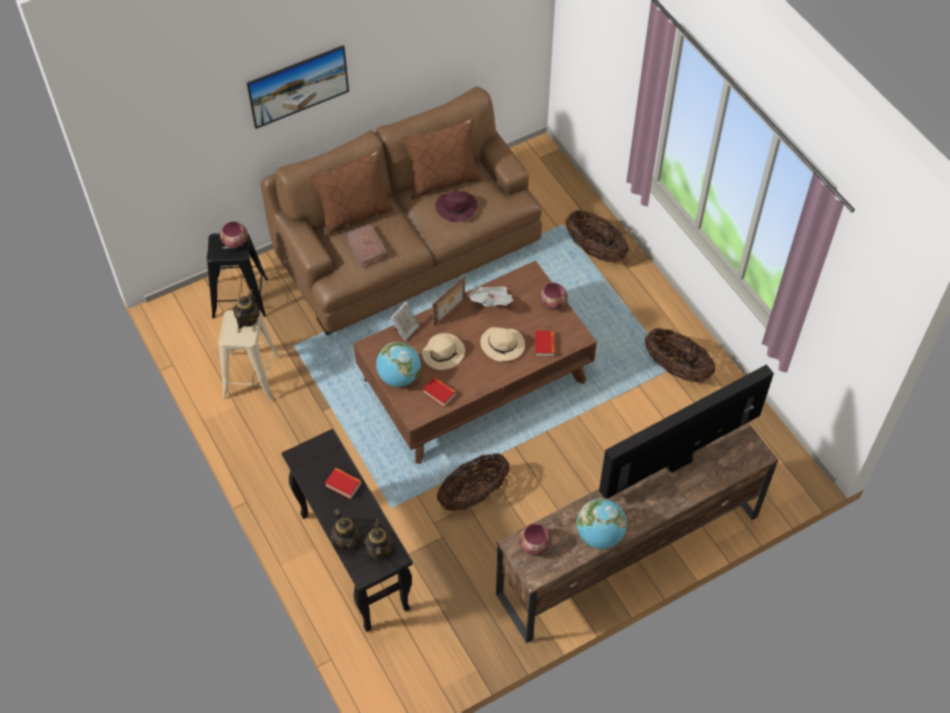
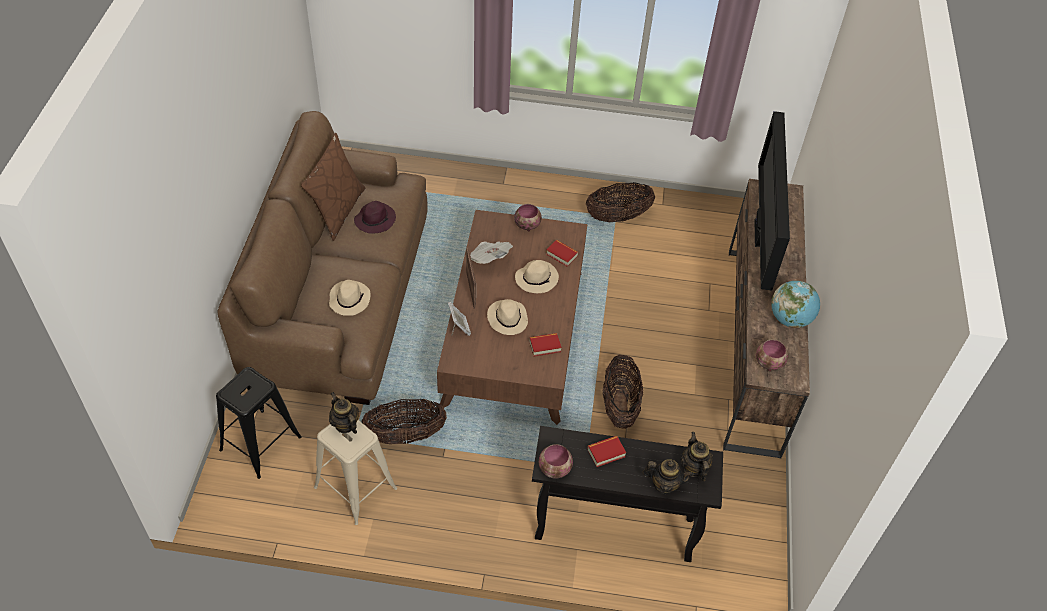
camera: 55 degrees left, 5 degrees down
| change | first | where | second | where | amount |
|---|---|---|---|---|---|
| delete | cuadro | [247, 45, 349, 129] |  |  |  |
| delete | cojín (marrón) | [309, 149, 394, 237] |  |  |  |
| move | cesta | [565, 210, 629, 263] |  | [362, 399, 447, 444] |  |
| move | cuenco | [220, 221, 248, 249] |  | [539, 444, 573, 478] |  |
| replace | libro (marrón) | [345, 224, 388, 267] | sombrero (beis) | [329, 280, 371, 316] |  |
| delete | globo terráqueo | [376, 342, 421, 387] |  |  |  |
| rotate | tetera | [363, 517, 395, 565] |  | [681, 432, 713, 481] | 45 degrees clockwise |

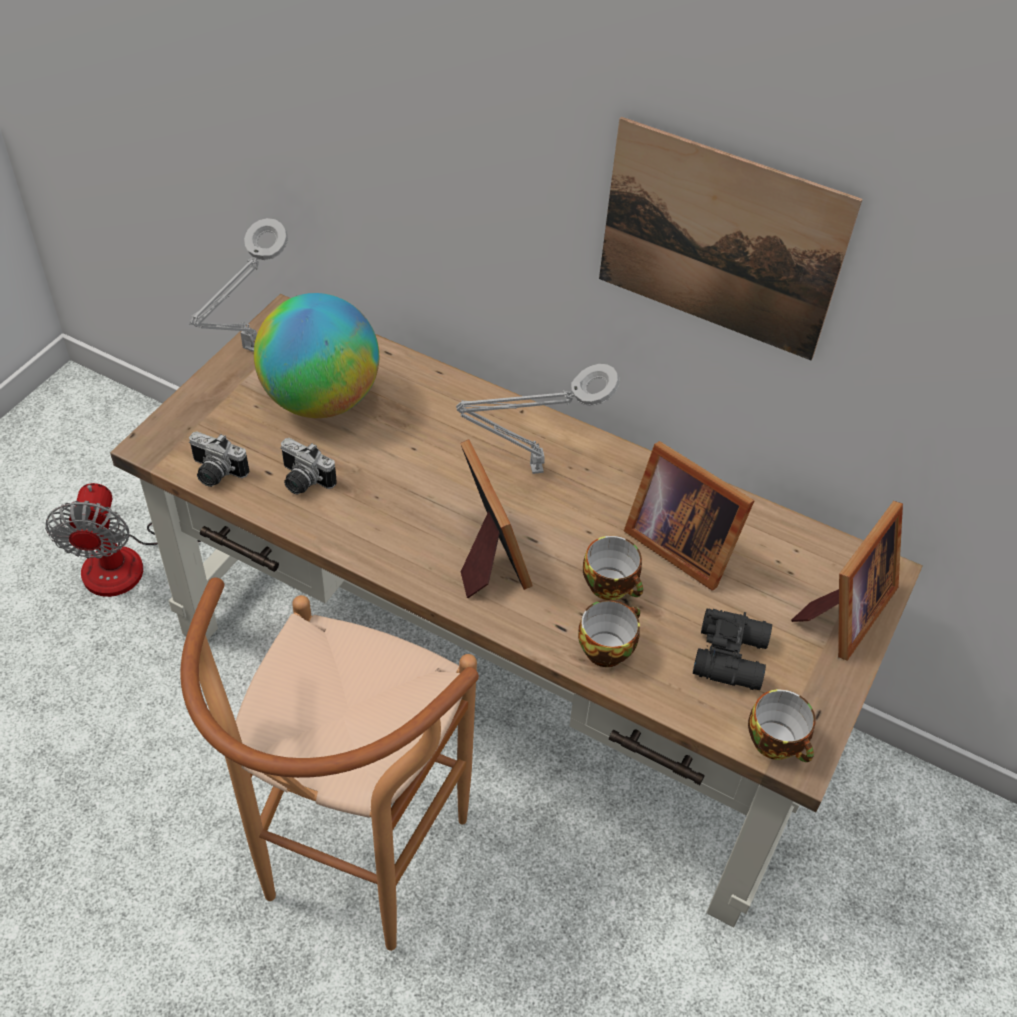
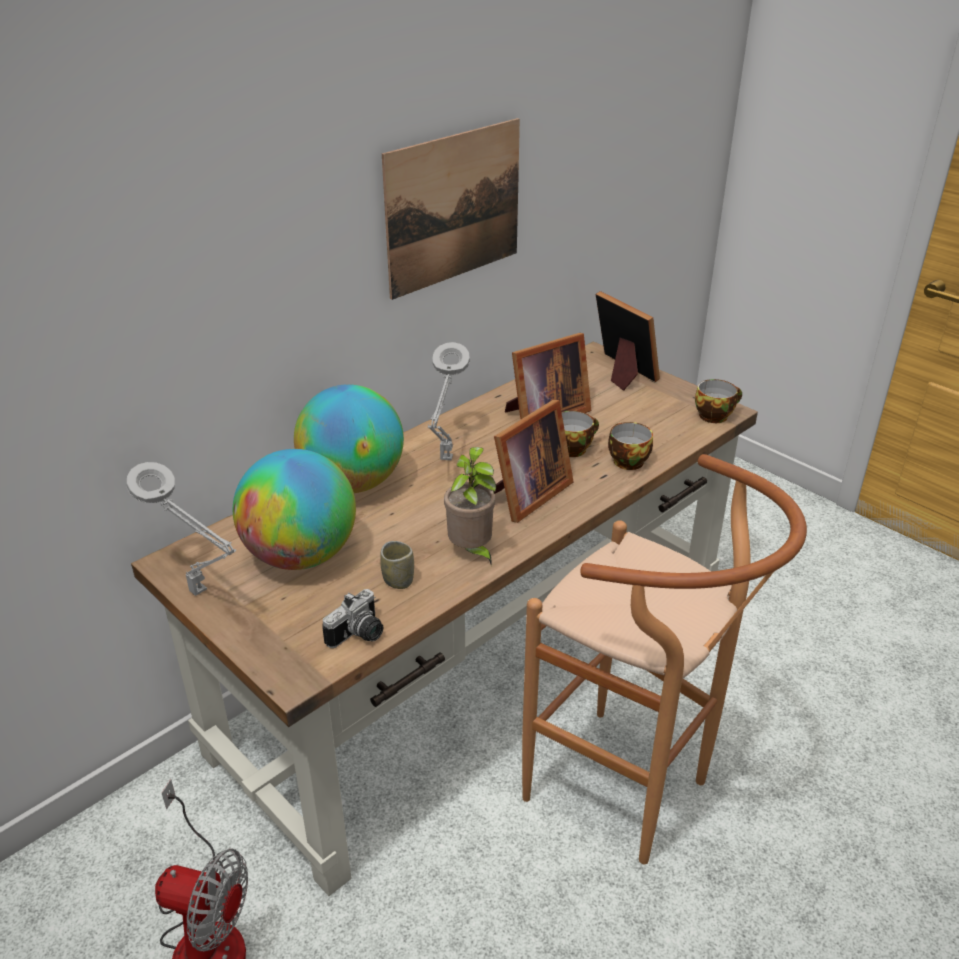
camera: 70 degrees left, 15 degrees down
| change | first | where | second | where | amount |
|---|---|---|---|---|---|
| replace | cámara | [280, 438, 337, 494] | taza | [380, 541, 414, 589] |  |
| rotate | portarretratos | [460, 439, 533, 598] |  | [494, 399, 574, 523] | 135 degrees clockwise |
| delete | prismáticos (negro) | [693, 609, 772, 690] |  |  |  |
| insert |  |  | globo terráqueo | [294, 384, 404, 493] |  |
| insert |  |  | planta en maceta | [444, 447, 496, 564] |  |

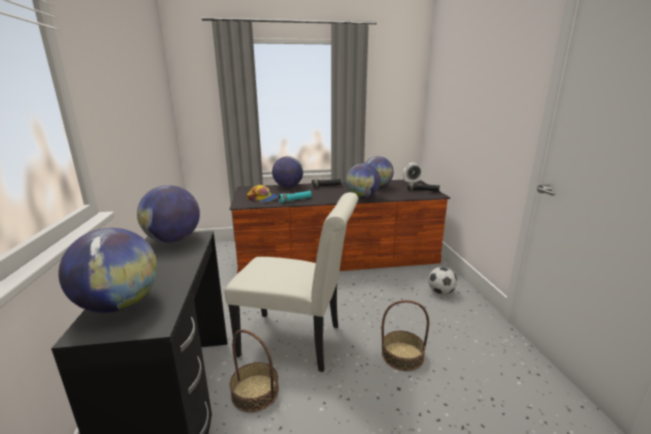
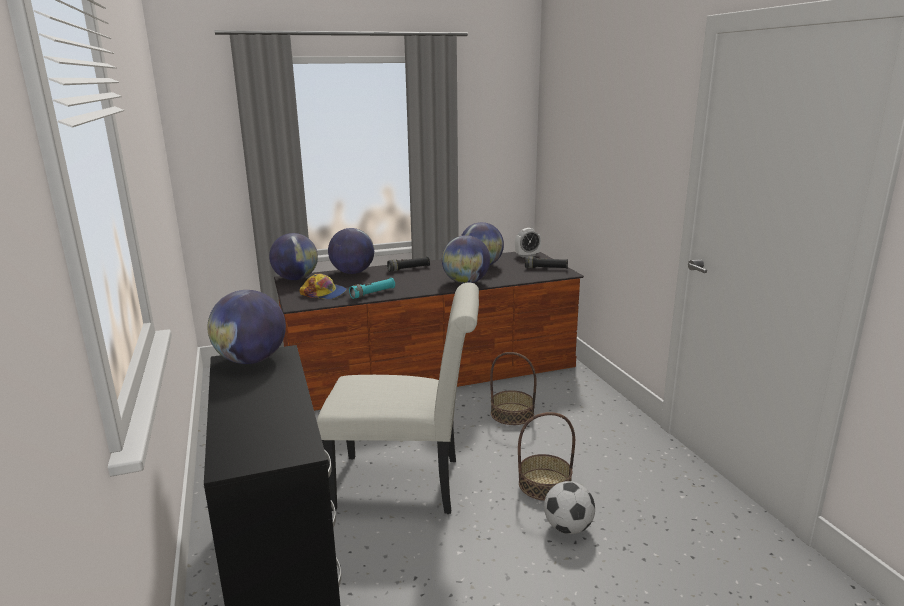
camera: 10 degrees left, 0 degrees up
| change | first | where | second | where | amount |
|---|---|---|---|---|---|
| move | globo terráqueo | [58, 228, 157, 313] |  | [269, 233, 318, 280] |  |
| move | balón de fútbol | [428, 267, 457, 295] |  | [544, 481, 595, 534] |  |
| move | cesta | [230, 330, 279, 412] |  | [490, 352, 537, 425] |  |

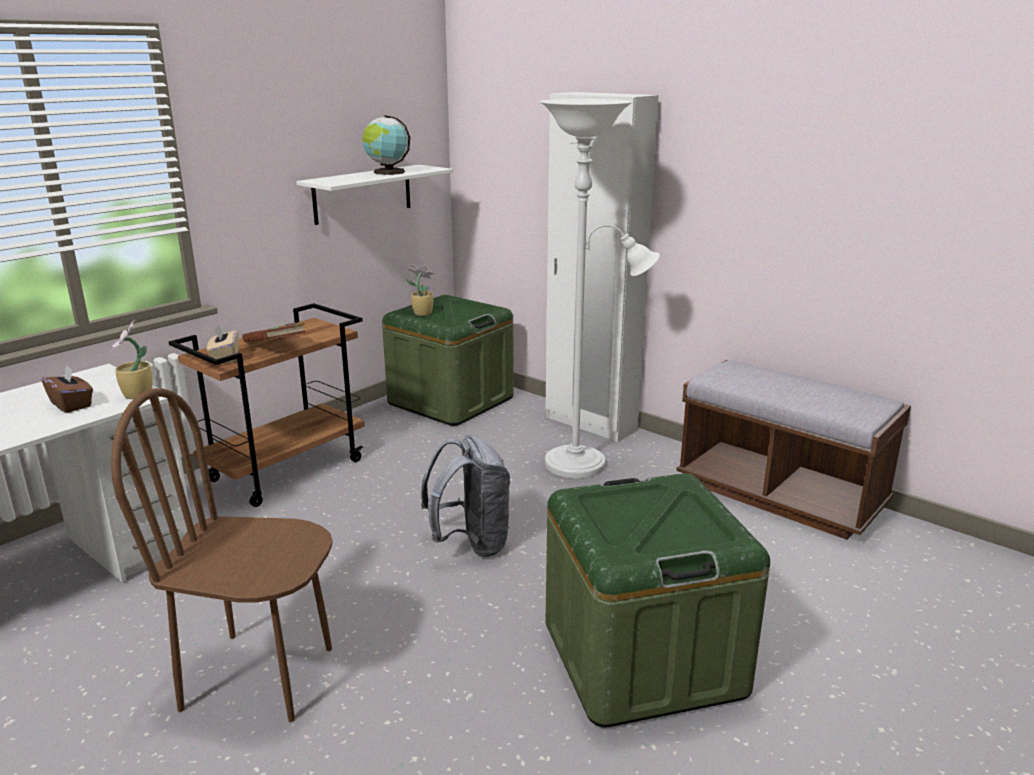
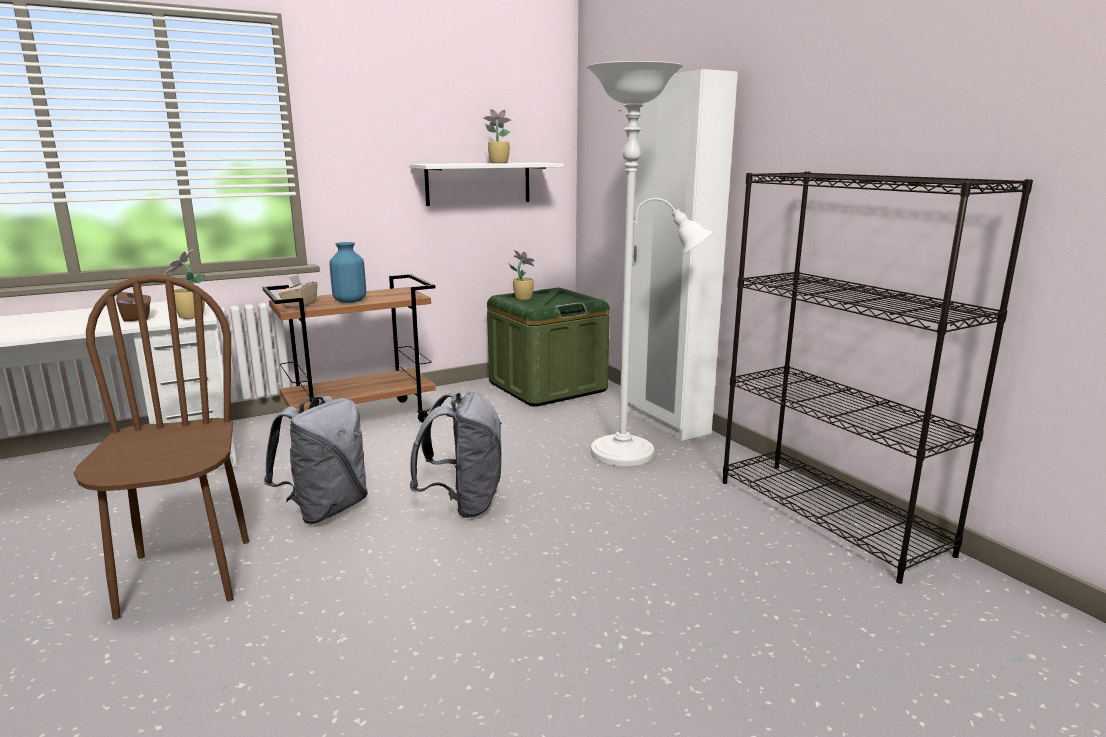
camera: 20 degrees right, 5 degrees down
| change | first | where | second | where | amount |
|---|---|---|---|---|---|
| replace | globo terráqueo | [363, 115, 410, 175] | planta en maceta | [483, 109, 511, 163] |  |
| replace | libro (marrón) | [242, 323, 305, 342] | florero (azul) | [329, 242, 366, 303] |  |
| replace | banco (marrón) | [676, 360, 911, 540] | estantería (negro) | [723, 171, 1033, 584] |  |
| rotate | silla (marrón) | [111, 388, 333, 722] |  | [74, 274, 249, 620] | 45 degrees clockwise |
| delete | caja de almacenaje (verde) | [546, 473, 770, 728] |  |  |  |
| insert |  |  | mochila (gris) | [264, 396, 368, 524] |  |

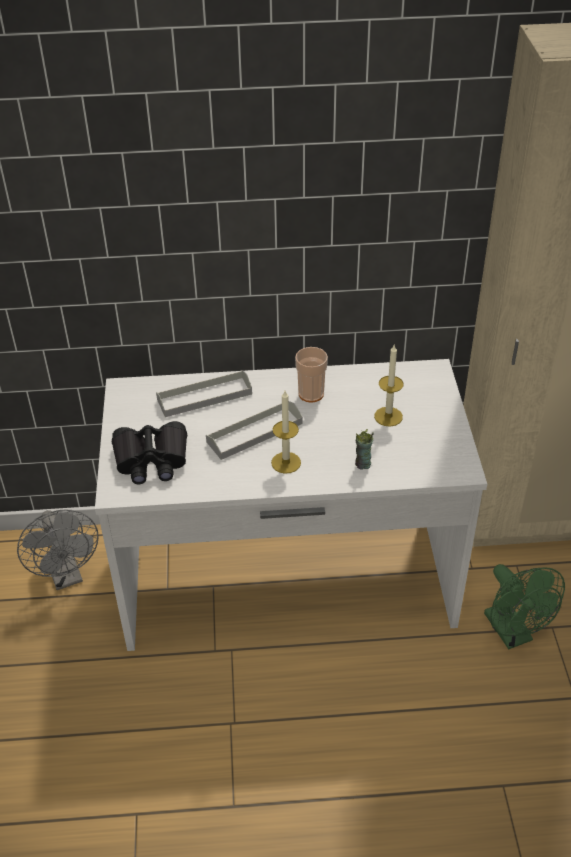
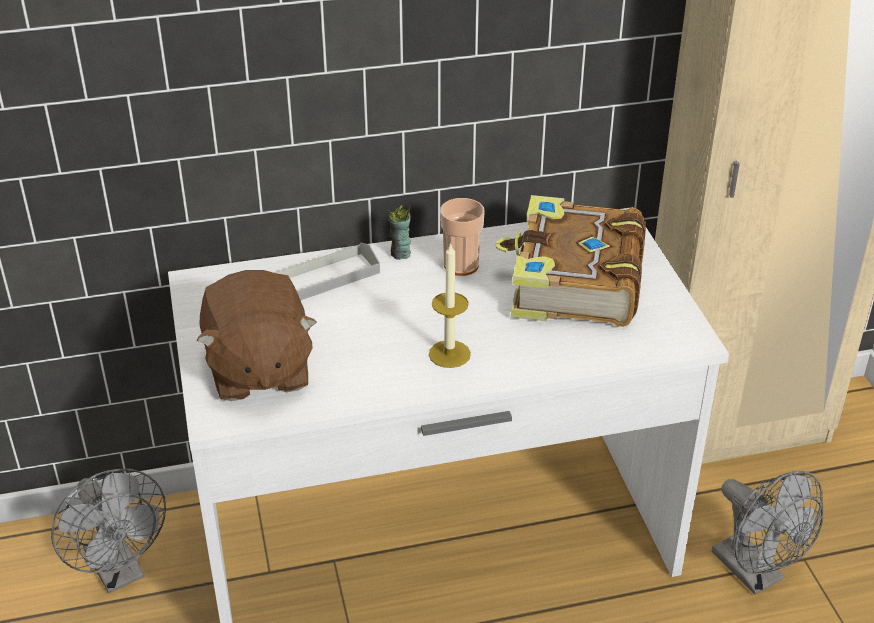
camera: 10 degrees left, 5 degrees down
| change | first | where | second | where | amount |
|---|---|---|---|---|---|
| replace | vela | [374, 345, 404, 427] | libro | [495, 195, 646, 327] |  |
| delete | bandeja (gris) | [206, 401, 303, 460] |  |  |  |
| replace | prismáticos (negro) | [112, 421, 187, 484] | peluche (marrón) | [197, 270, 317, 401] |  |
| move | taza | [355, 429, 374, 470] |  | [389, 205, 411, 260] |  |
| recolor | ventilador (verde) | [484, 564, 565, 649] | ventilador (gris) | [712, 471, 824, 595] |  |

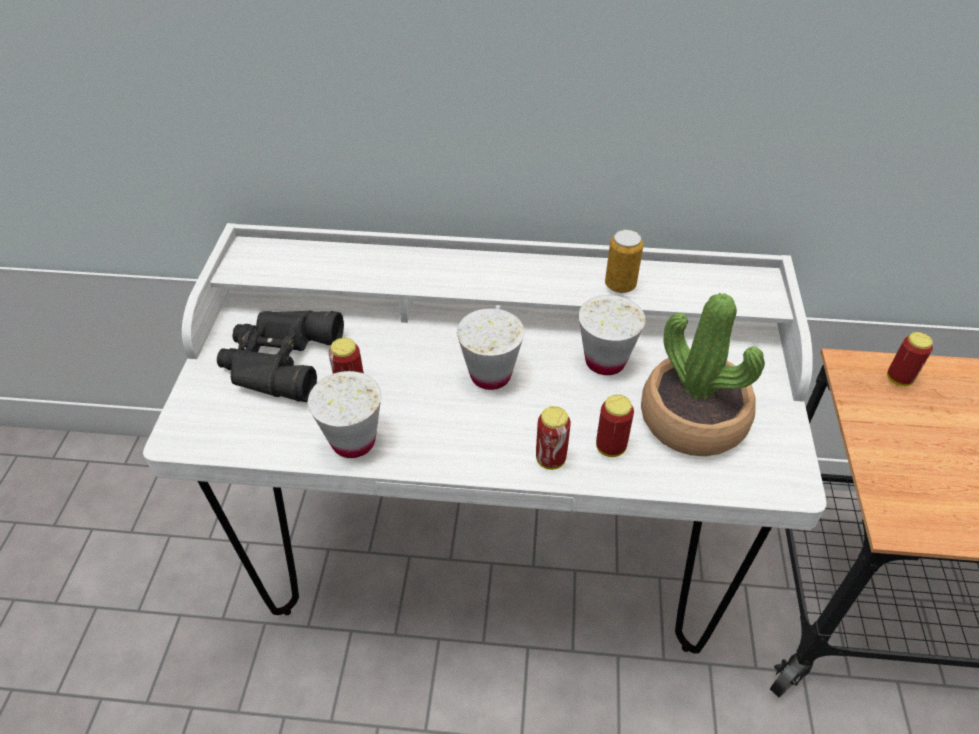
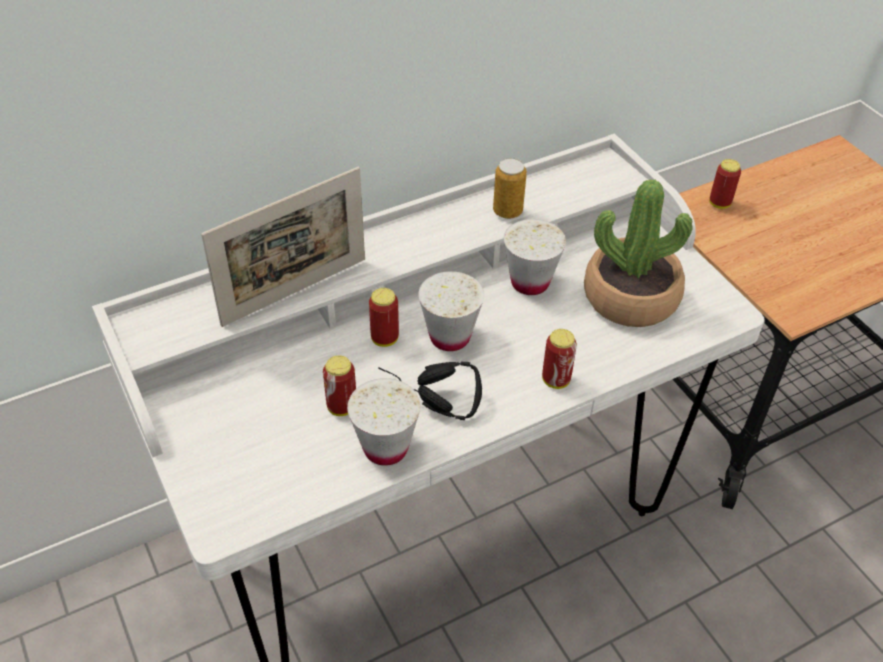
camera: 35 degrees left, 0 degrees up
| change | first | where | second | where | amount |
|---|---|---|---|---|---|
| delete | prismáticos (negro) | [217, 310, 344, 402] |  |  |  |
| move | lata | [596, 394, 634, 457] |  | [369, 288, 399, 347] |  |
| insert |  |  | portarretratos | [201, 167, 365, 327] |  |
| insert |  |  | auriculares (negro) | [379, 362, 482, 420] |  |

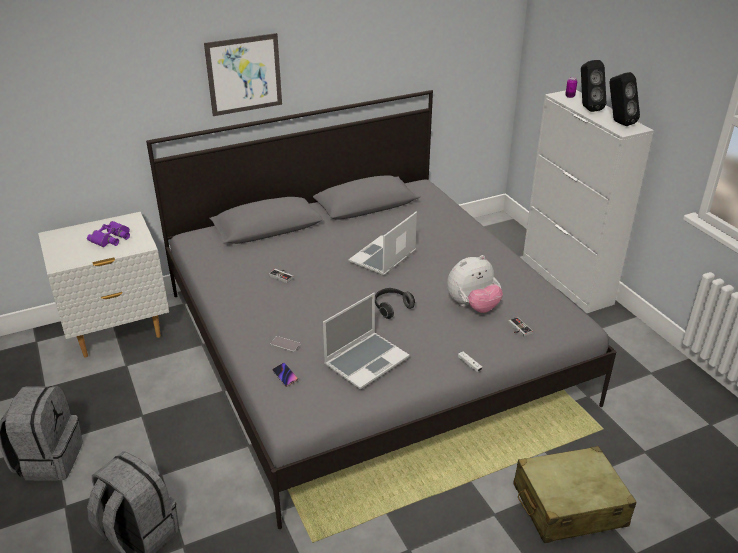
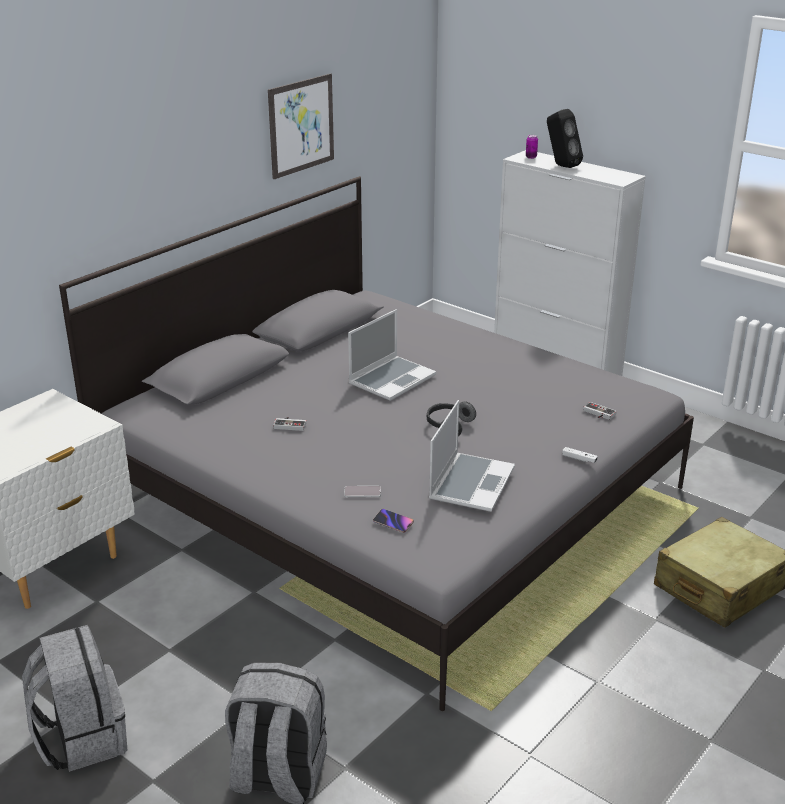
camera: 25 degrees left, 5 degrees down
| change | first | where | second | where | amount |
|---|---|---|---|---|---|
| move | cuadro | [204, 33, 282, 116] |  | [268, 73, 334, 179] |  |
| delete | altavoz (negro) | [610, 72, 640, 126] |  |  |  |
| rotate | portátil | [348, 212, 417, 275] |  | [348, 309, 436, 401] | 150 degrees counterclockwise |
| delete | prismáticos (morado) | [87, 221, 130, 247] |  |  |  |
| delete | peluche | [447, 255, 503, 313] |  |  |  |

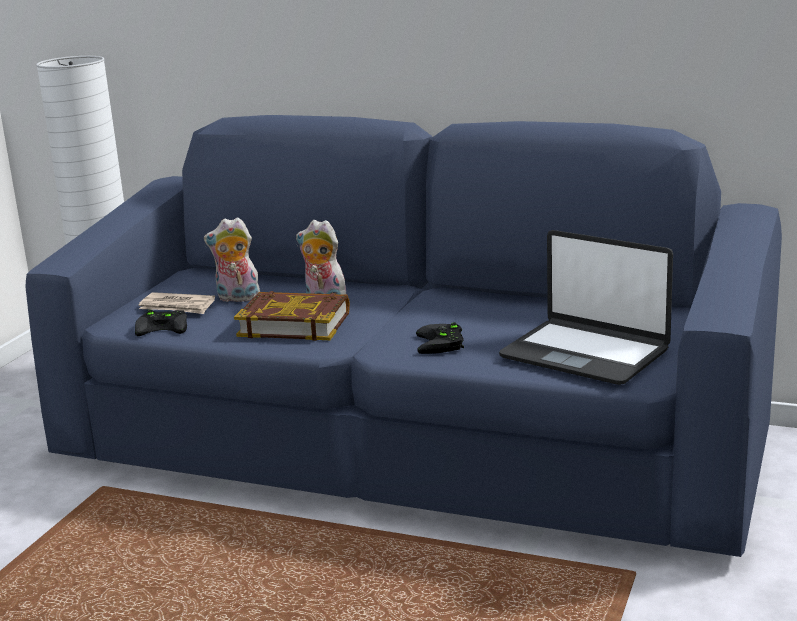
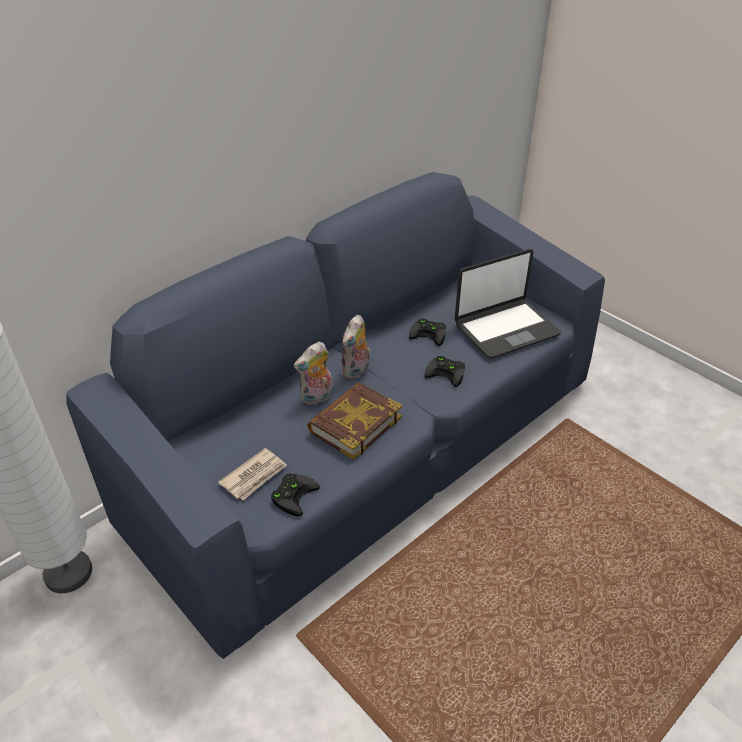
camera: 65 degrees left, 20 degrees up
| change | first | where | second | where | amount |
|---|---|---|---|---|---|
| move | peluche | [204, 217, 260, 302] |  | [341, 315, 371, 379] |  |
| insert |  |  | mando de consola (negro) | [409, 318, 446, 346] |  |

